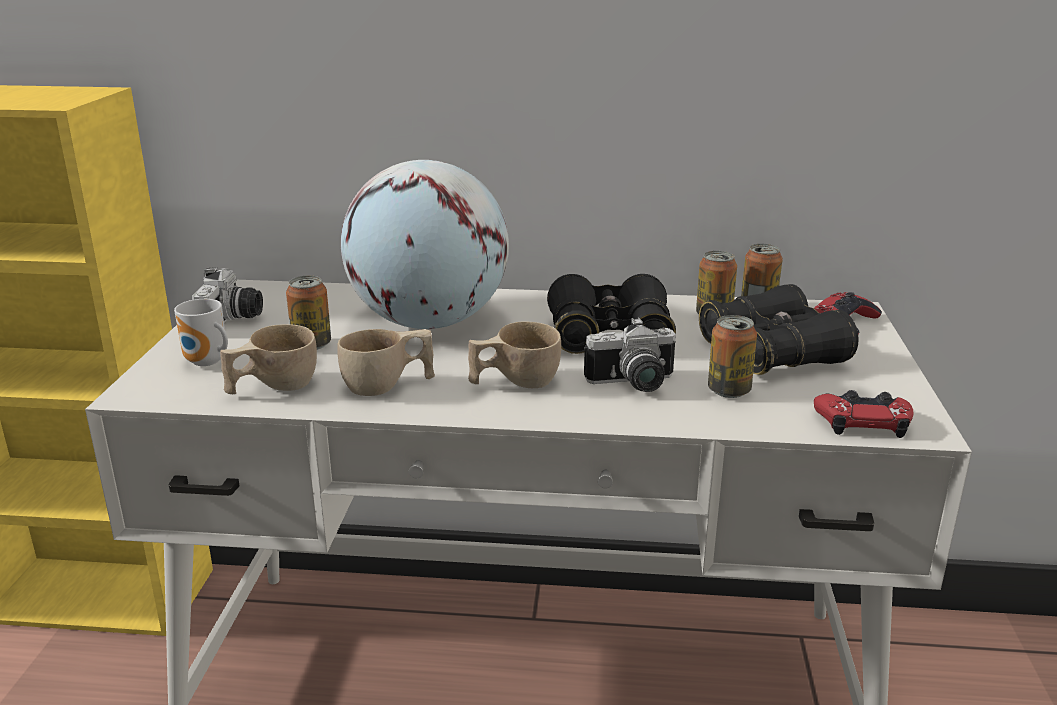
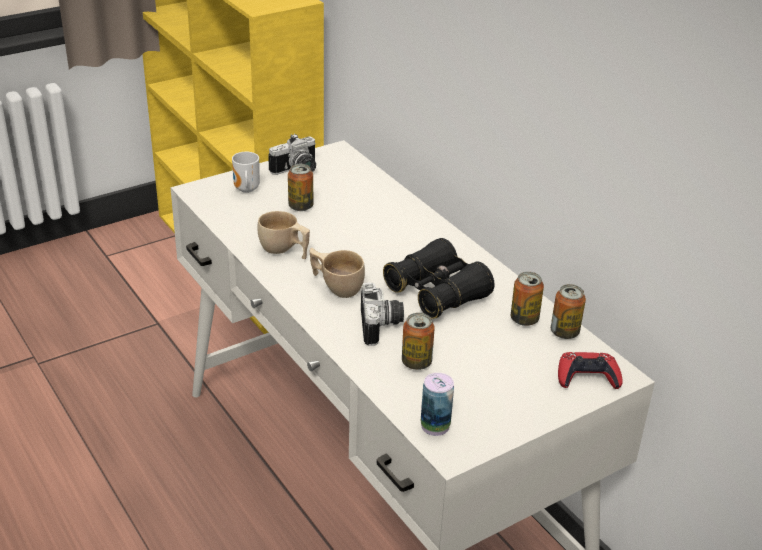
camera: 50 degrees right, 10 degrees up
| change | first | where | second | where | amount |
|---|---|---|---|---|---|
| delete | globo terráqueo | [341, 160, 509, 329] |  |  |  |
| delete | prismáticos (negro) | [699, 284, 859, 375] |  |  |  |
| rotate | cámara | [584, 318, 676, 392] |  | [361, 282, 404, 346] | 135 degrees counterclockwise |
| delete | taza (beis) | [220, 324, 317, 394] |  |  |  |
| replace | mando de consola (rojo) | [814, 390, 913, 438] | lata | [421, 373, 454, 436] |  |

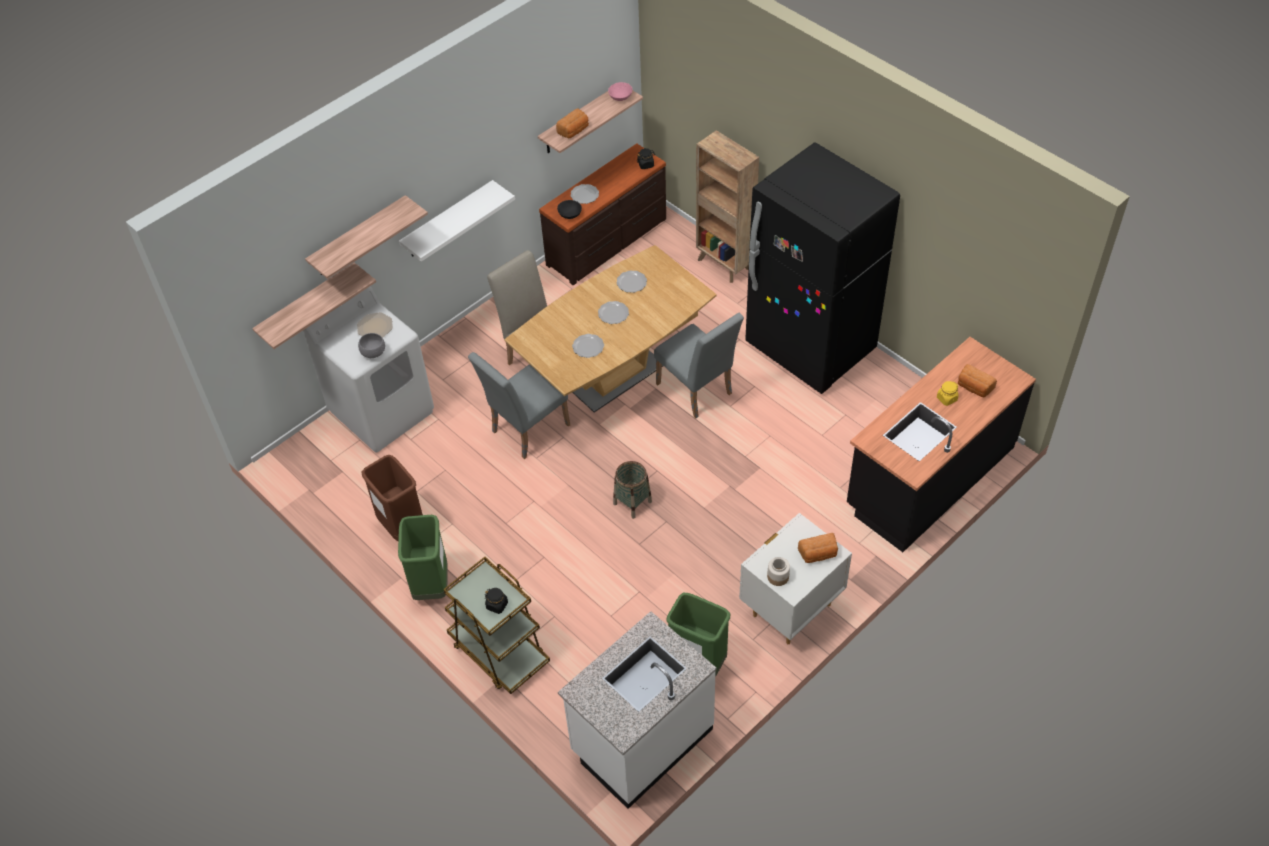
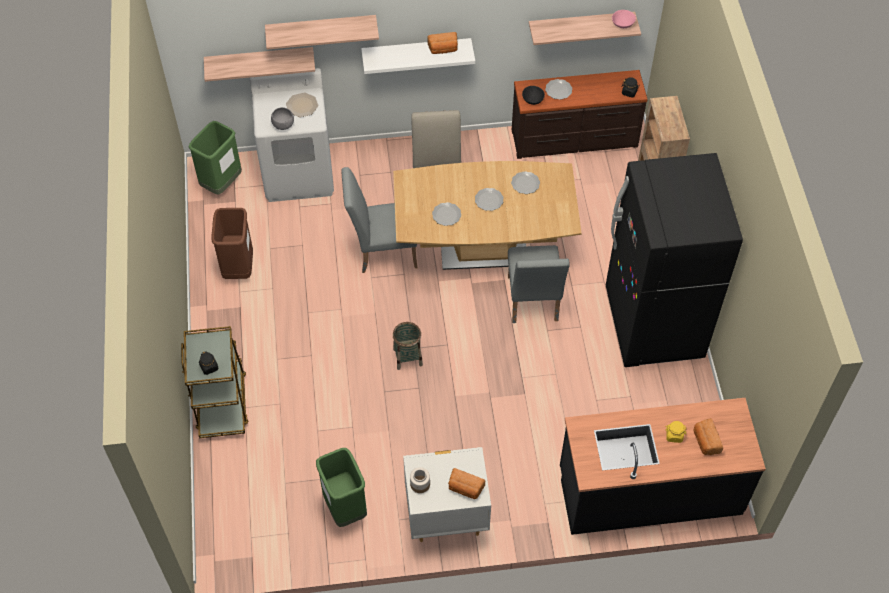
camera: 35 degrees right, 5 degrees up
| change | first | where | second | where | amount |
|---|---|---|---|---|---|
| move | pan | [556, 108, 589, 139] |  | [427, 32, 458, 54] |  |
| move | papelera (verde) | [398, 515, 448, 600] |  | [189, 121, 242, 195] |  |
| delete | mueble bajo de cocina (blanco) | [558, 611, 717, 809] |  |  |  |

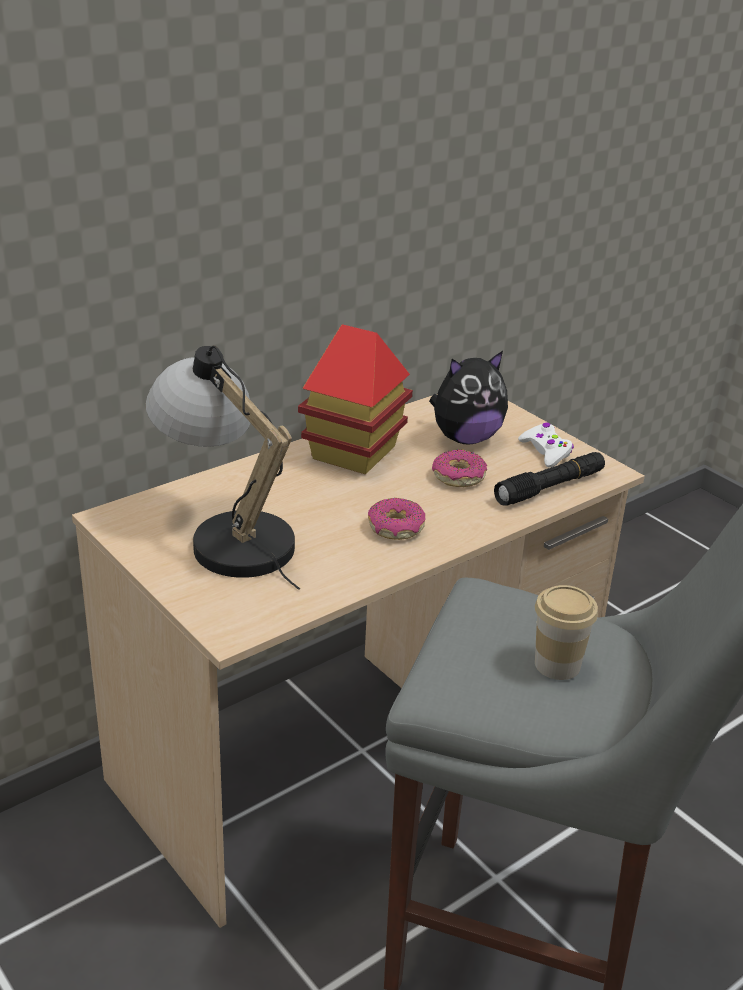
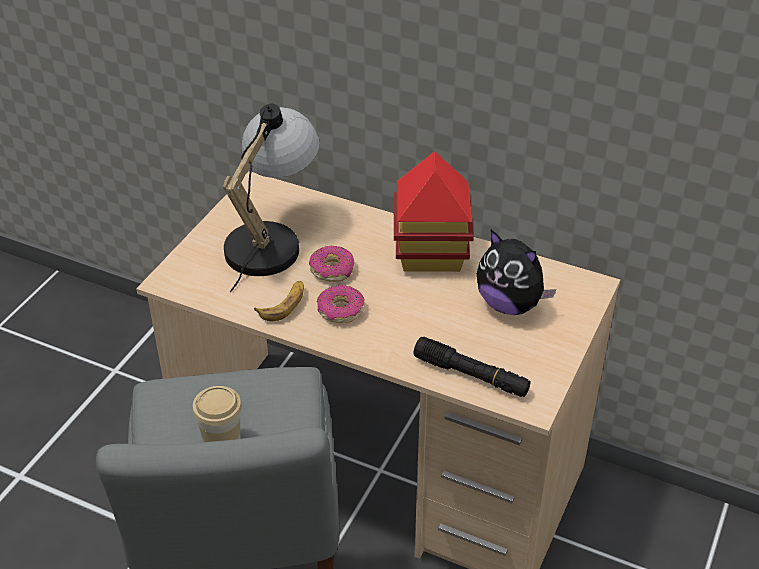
camera: 65 degrees right, 10 degrees up
| change | first | where | second | where | amount |
|---|---|---|---|---|---|
| delete | mando de consola (blanco) | [518, 423, 574, 467] |  |  |  |
| move | rosquilla | [432, 450, 487, 487] |  | [309, 246, 354, 282] |  |
| insert |  |  | plátano | [254, 281, 304, 321] |  |

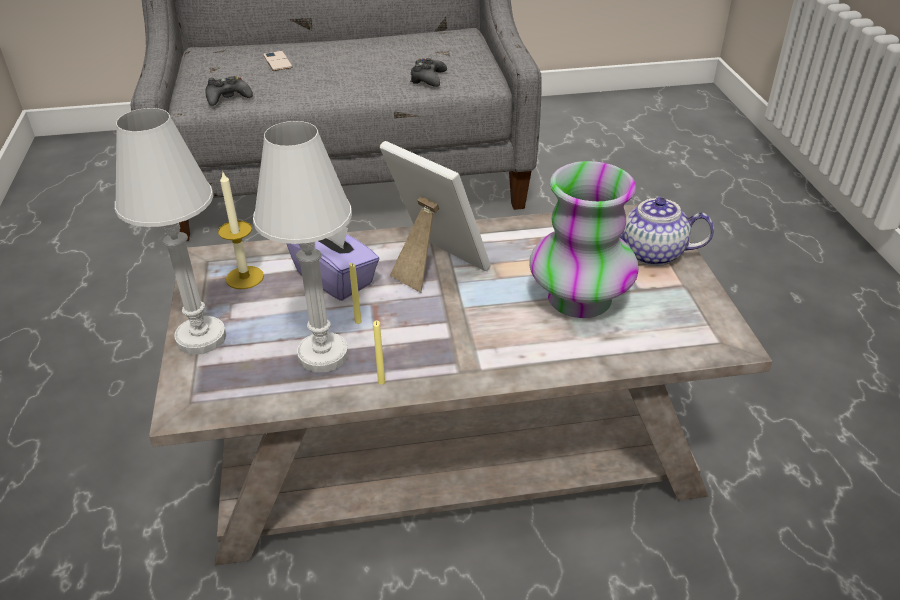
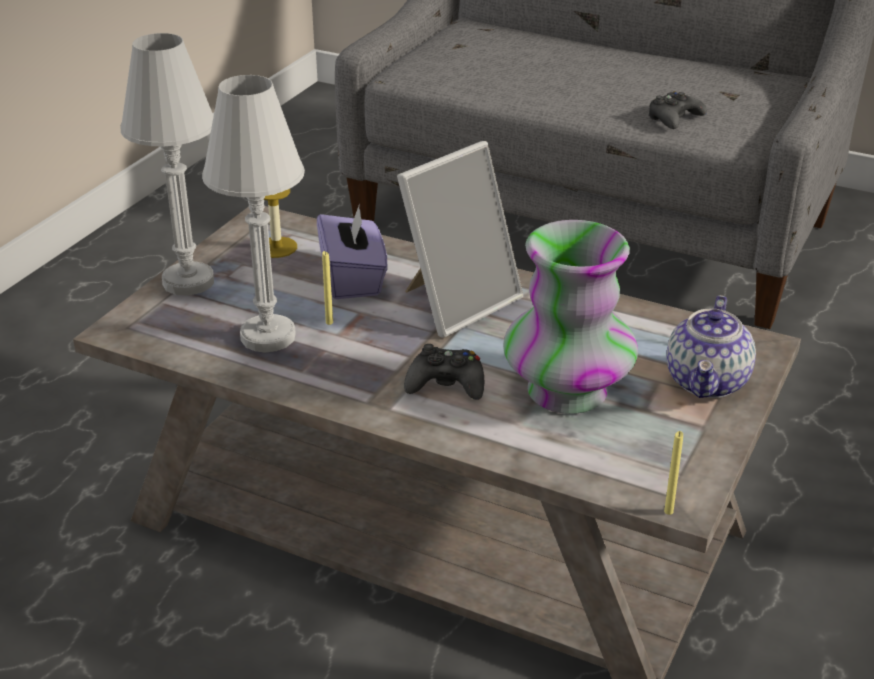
camera: 35 degrees right, 5 degrees down
| change | first | where | second | where | amount |
|---|---|---|---|---|---|
| delete | móvil | [263, 51, 293, 71] |  |  |  |
| move | mando de consola (negro) | [205, 76, 253, 106] |  | [404, 344, 485, 400] |  |
| rotate | portarretratos | [380, 141, 491, 293] |  | [397, 141, 523, 338] | 60 degrees clockwise |
| rotate | tetera | [620, 197, 714, 266] |  | [667, 295, 756, 398] | 120 degrees counterclockwise |
| move | vela (amarillo) | [373, 320, 385, 385] |  | [664, 431, 683, 515] |  |

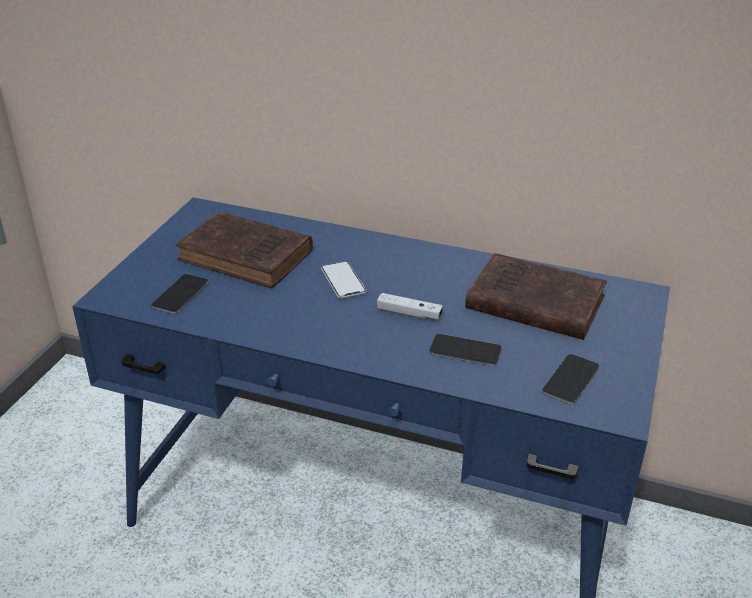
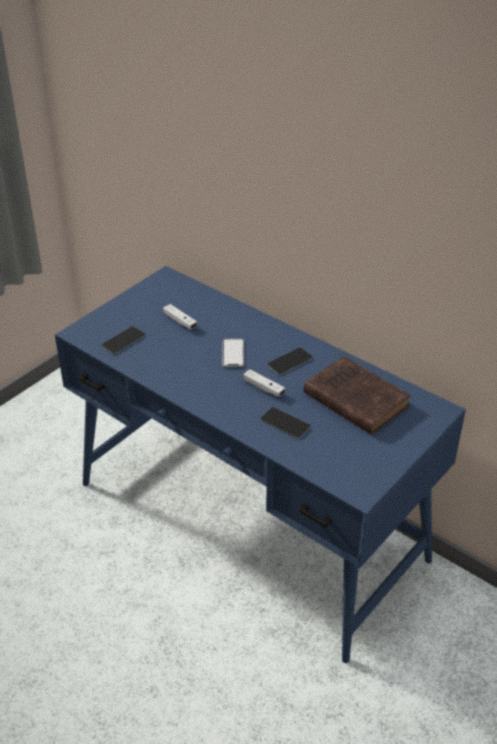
camera: 20 degrees right, 5 degrees up
| change | first | where | second | where | amount |
|---|---|---|---|---|---|
| replace | libro (marrón) | [176, 211, 313, 288] | mando de consola (blanco) | [163, 304, 197, 329] |  |
| move | móvil | [542, 354, 599, 404] |  | [267, 348, 312, 375] |  |

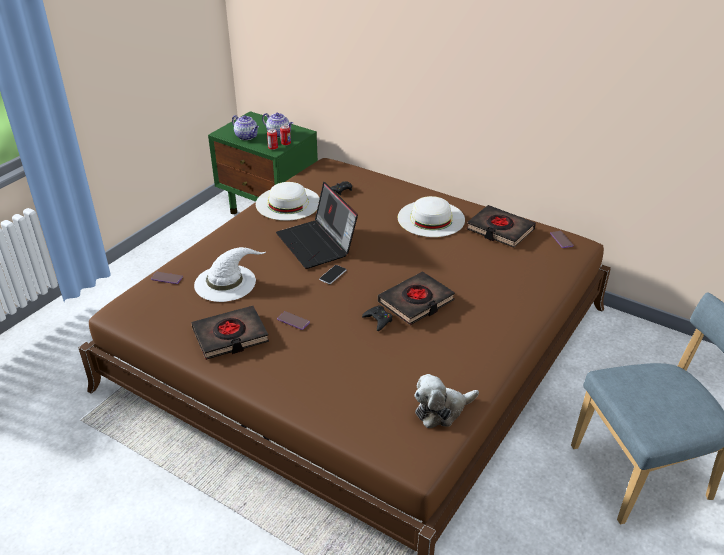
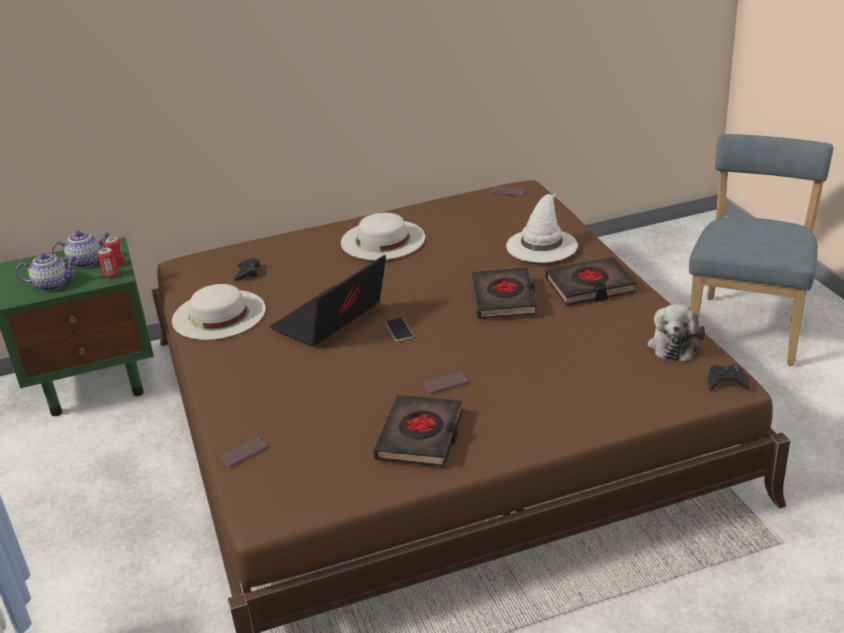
camera: 50 degrees left, 5 degrees down
| change | first | where | second | where | amount |
|---|---|---|---|---|---|
| rotate | portátil | [276, 182, 358, 269] |  | [270, 255, 386, 347] | 120 degrees clockwise |
| move | libro (negro) | [466, 205, 536, 248] |  | [545, 257, 636, 306] |  |
| move | sombrero (blanco) | [194, 247, 266, 302] |  | [506, 193, 578, 263] |  |
| move | mando de consola (negro) | [362, 305, 392, 331] |  | [708, 365, 750, 391] |  |

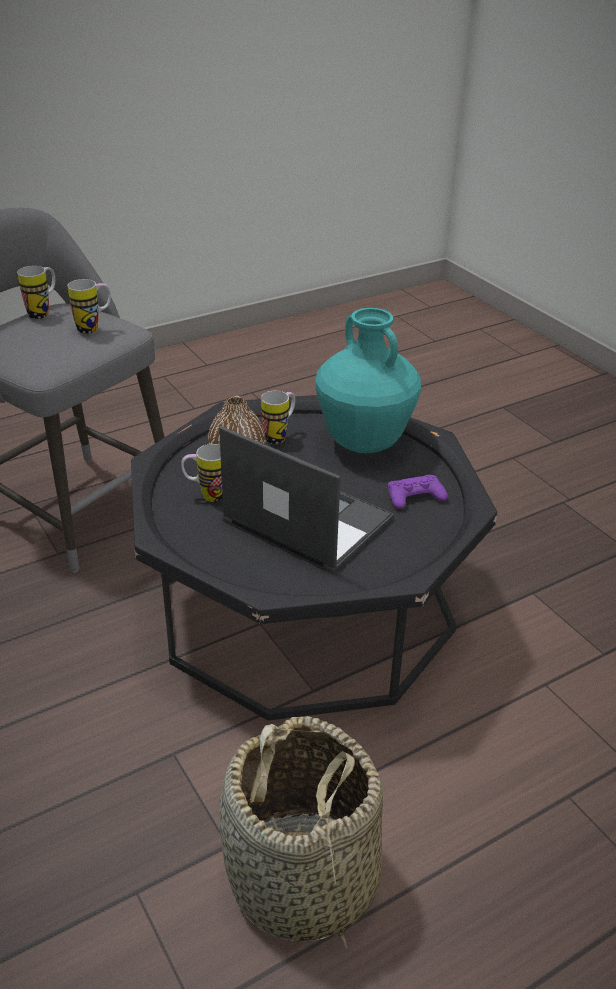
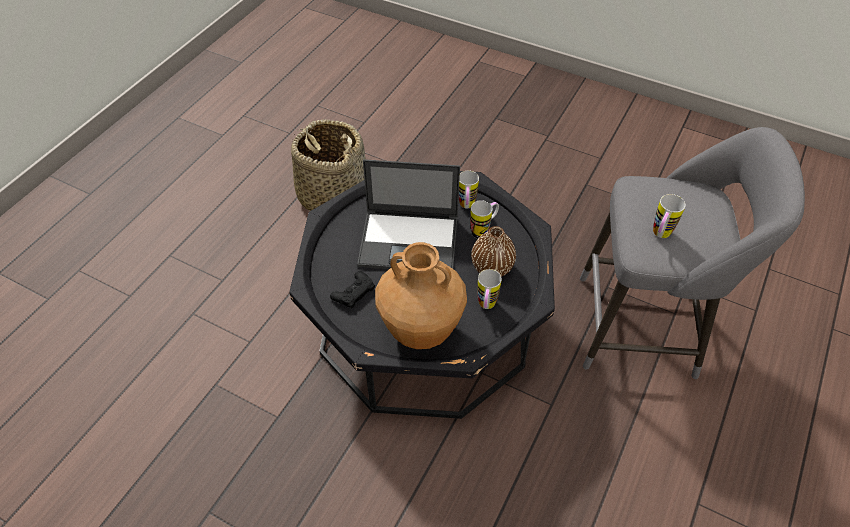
camera: 150 degrees right, 15 degrees up
| change | first | where | second | where | amount |
|---|---|---|---|---|---|
| move | taza grande | [17, 266, 55, 319] |  | [458, 170, 479, 208] |  |
| recolor | florero (turquesa) | [315, 308, 421, 453] | florero (marrón) | [375, 242, 467, 349] |  |
| recolor | mando de consola (morado) | [388, 475, 448, 509] | mando de consola (negro) | [330, 271, 375, 308] |  |

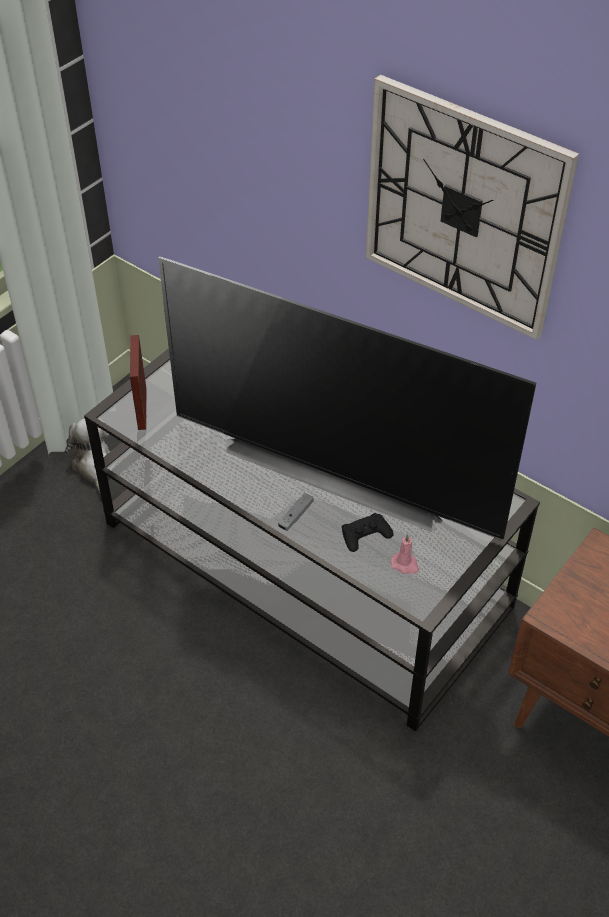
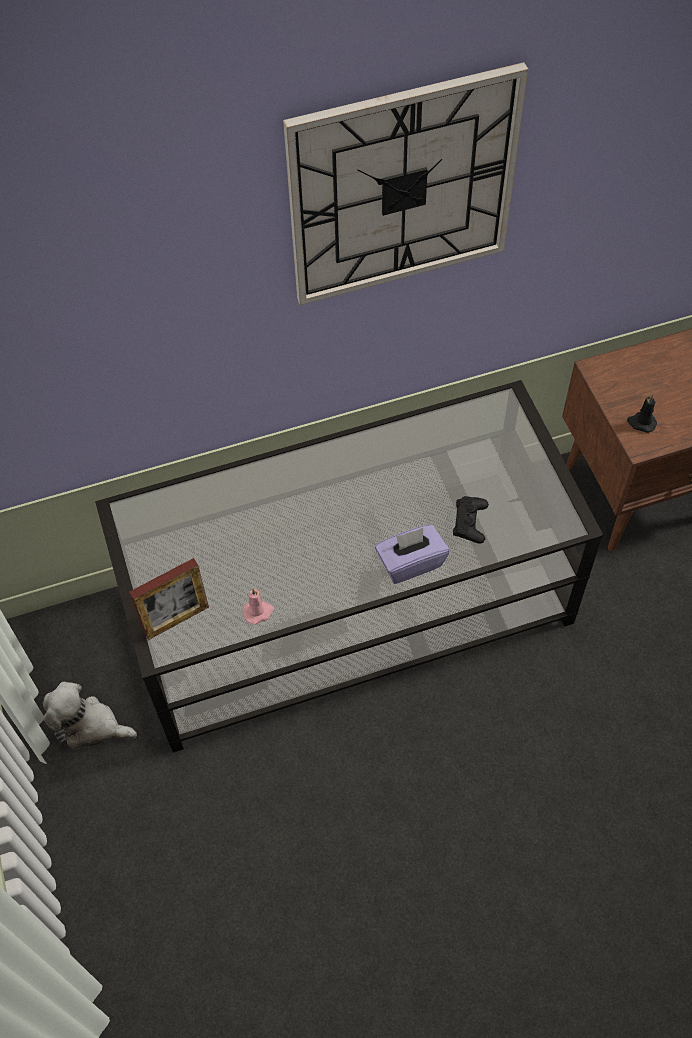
camera: 55 degrees left, 10 degrees up
| change | first | where | second | where | amount |
|---|---|---|---|---|---|
| delete | televisor | [158, 256, 536, 541] |  |  |  |
| rotate | portarretratos | [130, 335, 146, 430] |  | [129, 558, 209, 640] | 60 degrees counterclockwise |
| replace | mando de consola (gris) | [278, 493, 314, 531] | caja de pañuelos (morado) | [375, 525, 449, 584] |  |
| move | vela (rosa) | [391, 534, 419, 574] |  | [243, 588, 274, 625] |  |
| insert |  |  | vela (negro) | [627, 394, 657, 433] |  |

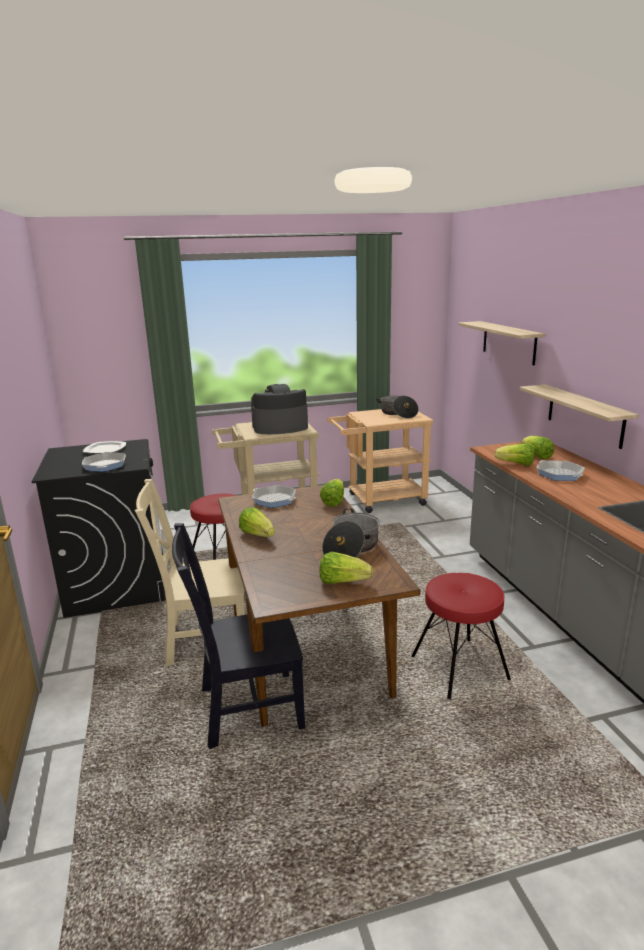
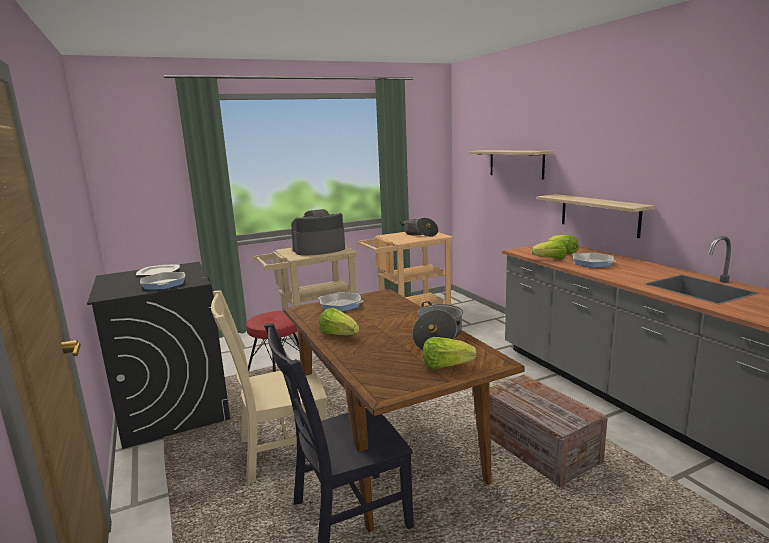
camera: 10 degrees left, 5 degrees down
| change | first | where | second | where | amount |
|---|---|---|---|---|---|
| delete | lechuga | [320, 479, 344, 507] |  |  |  |
| replace | taburete (rojo) | [411, 573, 511, 700] | caja de embalaje | [489, 374, 608, 488] |  |

